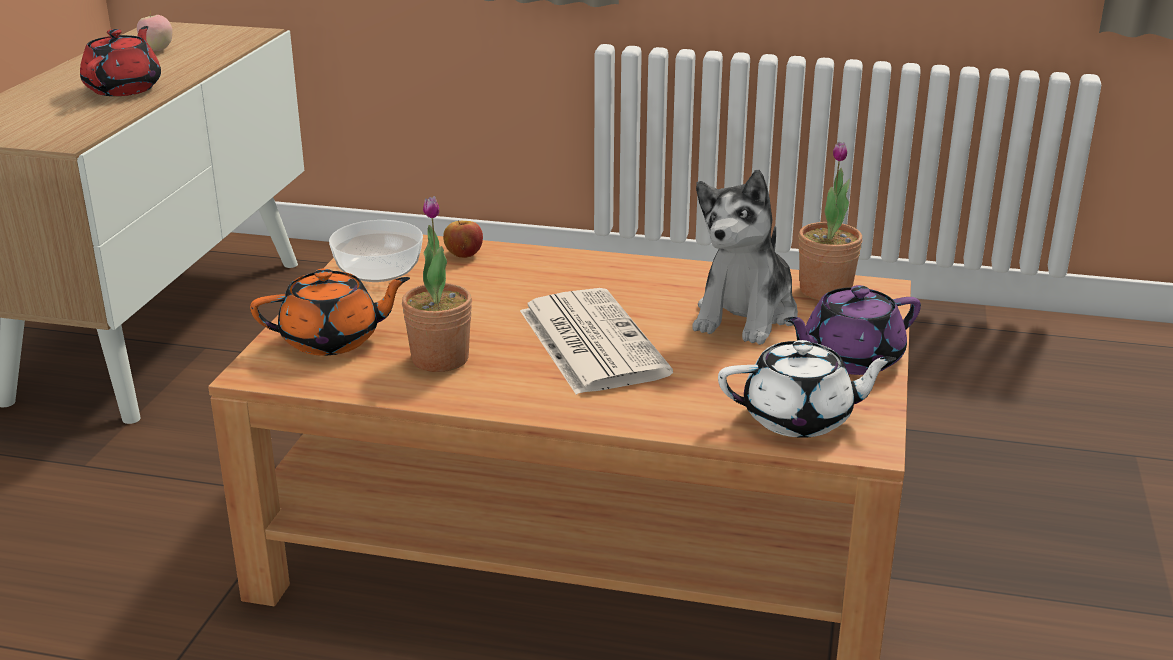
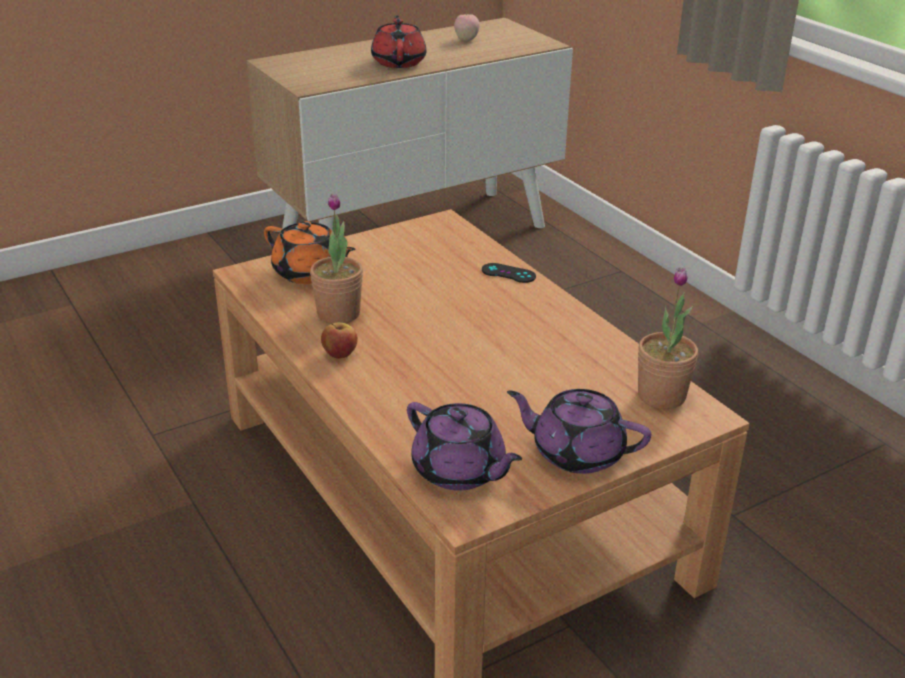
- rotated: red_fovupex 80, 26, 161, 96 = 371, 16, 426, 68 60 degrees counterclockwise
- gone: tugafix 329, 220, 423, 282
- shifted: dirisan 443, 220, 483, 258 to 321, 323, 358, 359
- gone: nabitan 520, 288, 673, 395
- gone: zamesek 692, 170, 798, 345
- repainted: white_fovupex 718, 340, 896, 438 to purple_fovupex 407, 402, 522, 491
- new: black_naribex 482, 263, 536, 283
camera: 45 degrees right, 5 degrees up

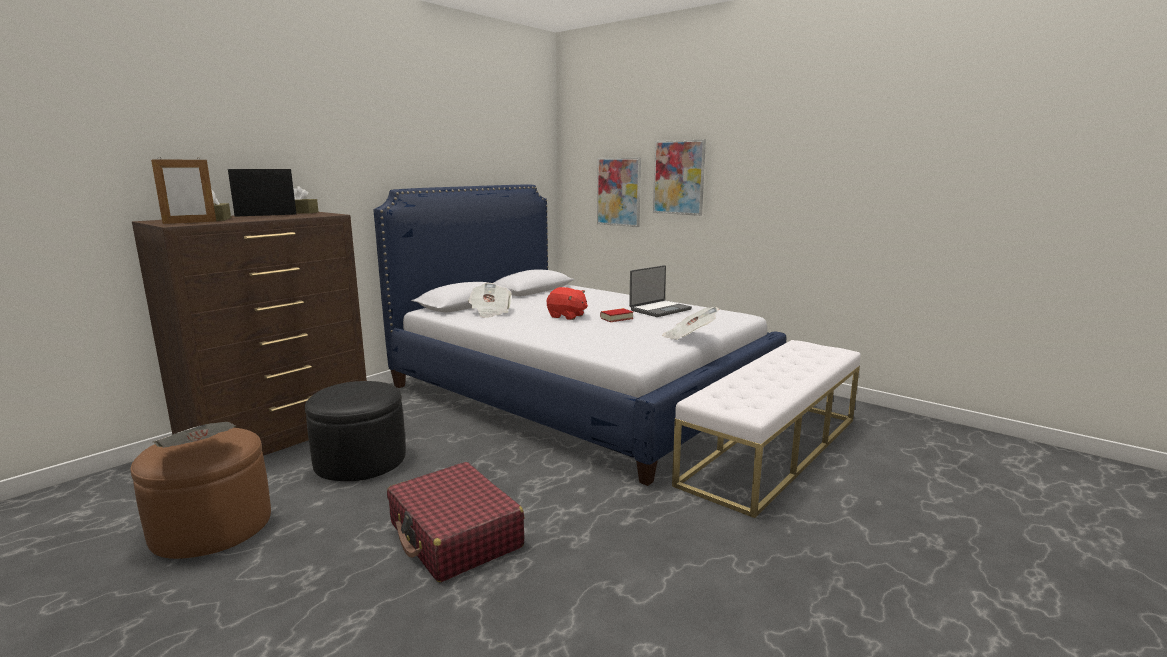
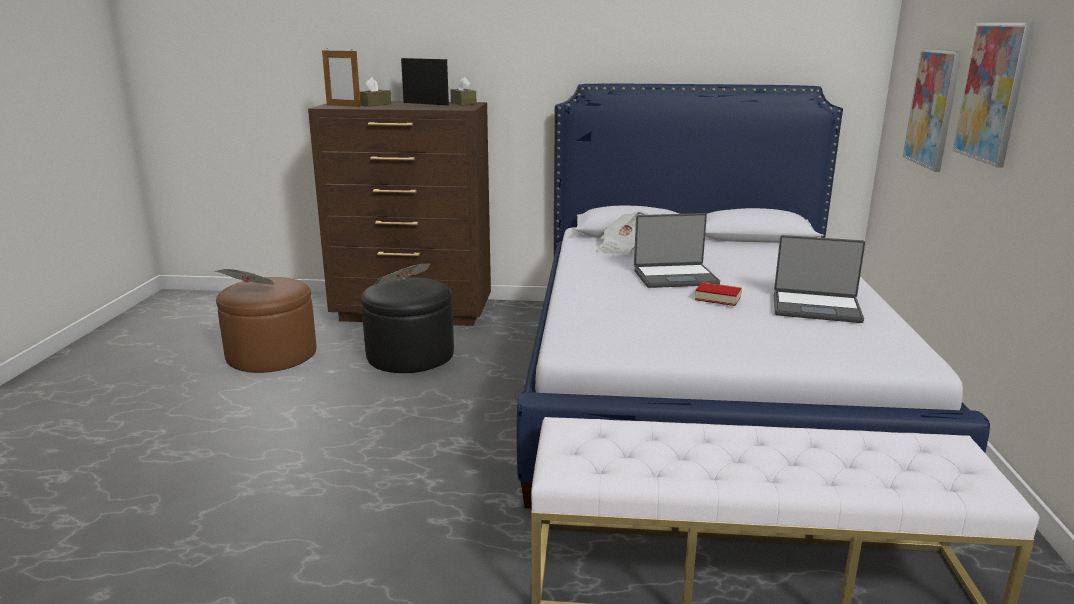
- gone: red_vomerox 387, 462, 524, 582
- swapped: red_zamesek 547, 287, 588, 320 to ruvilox 634, 213, 720, 288
- shifted: nabitan 662, 307, 719, 340 to 375, 263, 430, 285
camera: 55 degrees right, 5 degrees up

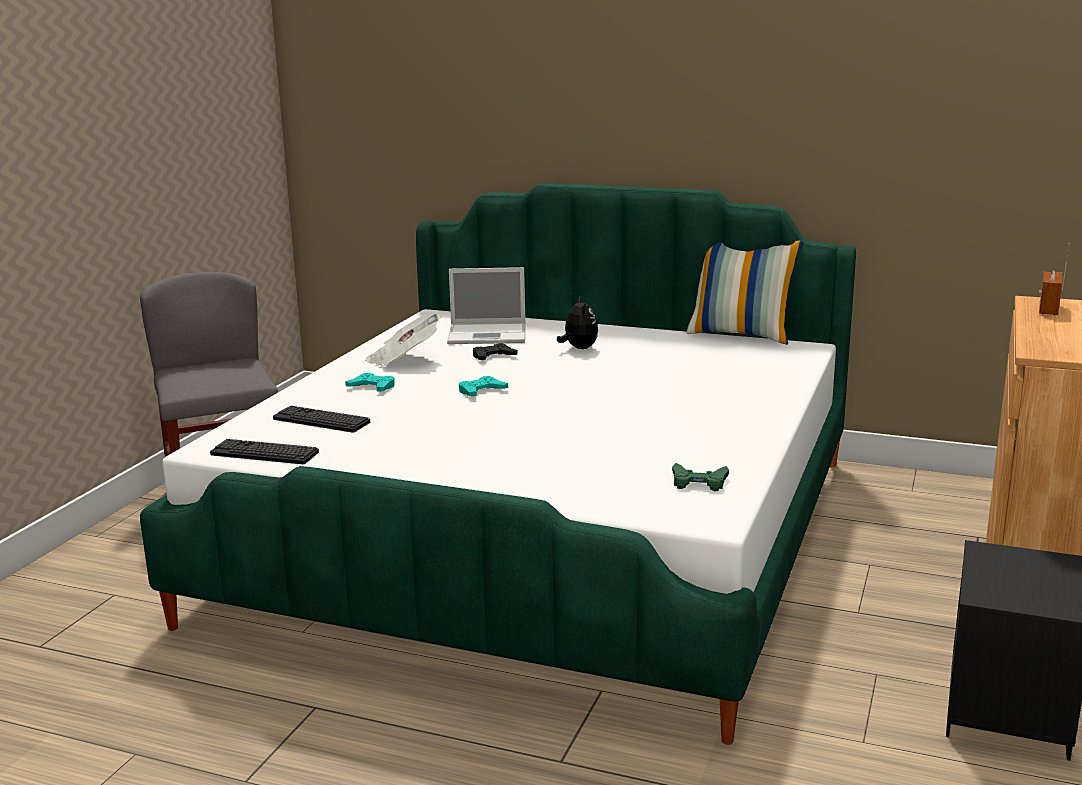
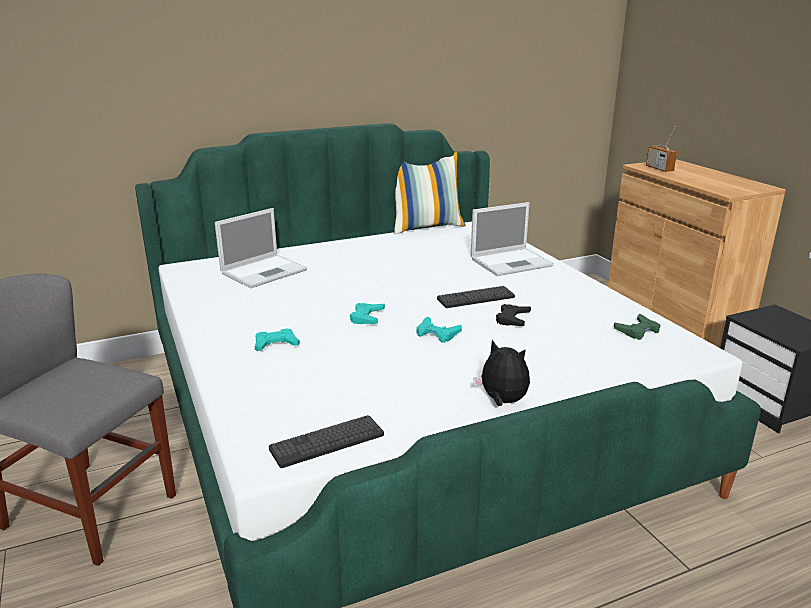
- shifted: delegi 273, 406, 370, 432 to 437, 286, 515, 308
- gone: nabitan 365, 313, 442, 366
- shifted: black_naribex 473, 343, 517, 360 to 496, 304, 531, 326
- shifted: zamesek 557, 296, 598, 349 to 473, 340, 530, 406
- new: turquoise_naribex 416, 317, 462, 343
- new: ruvilox 471, 202, 554, 276
camera: 45 degrees left, 5 degrees up

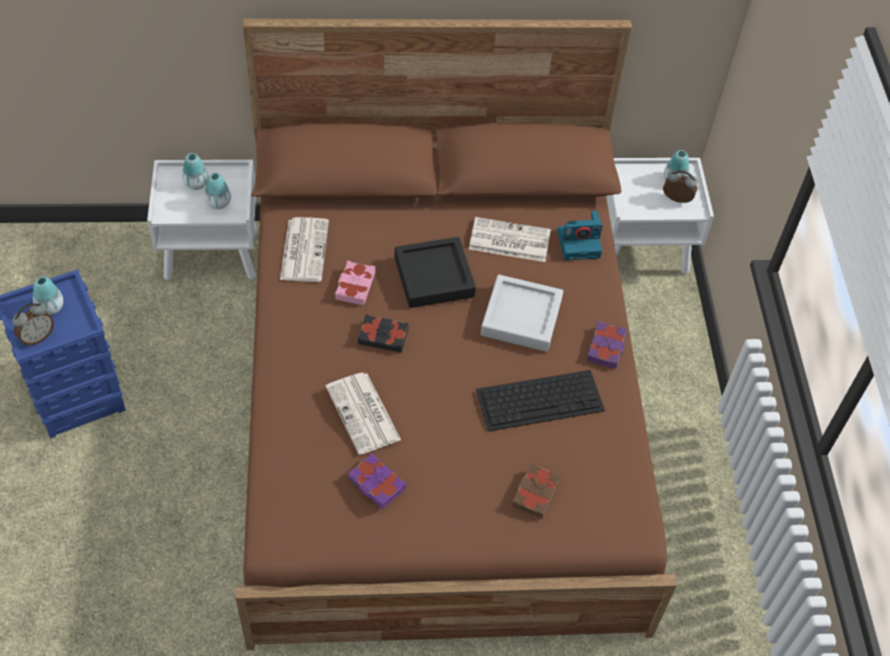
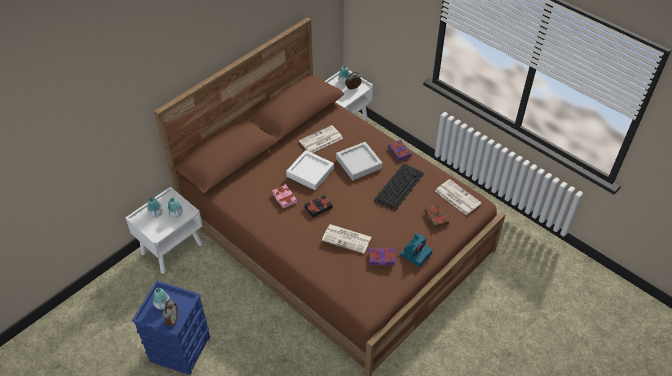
- shifted: nabitan 280, 217, 329, 282 to 435, 179, 481, 215
- repainted: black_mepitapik 395, 237, 476, 308 to white_mepitapik 286, 150, 334, 190
- shifted: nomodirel 557, 211, 602, 261 to 400, 233, 432, 267
camera: 40 degrees left, 5 degrees down

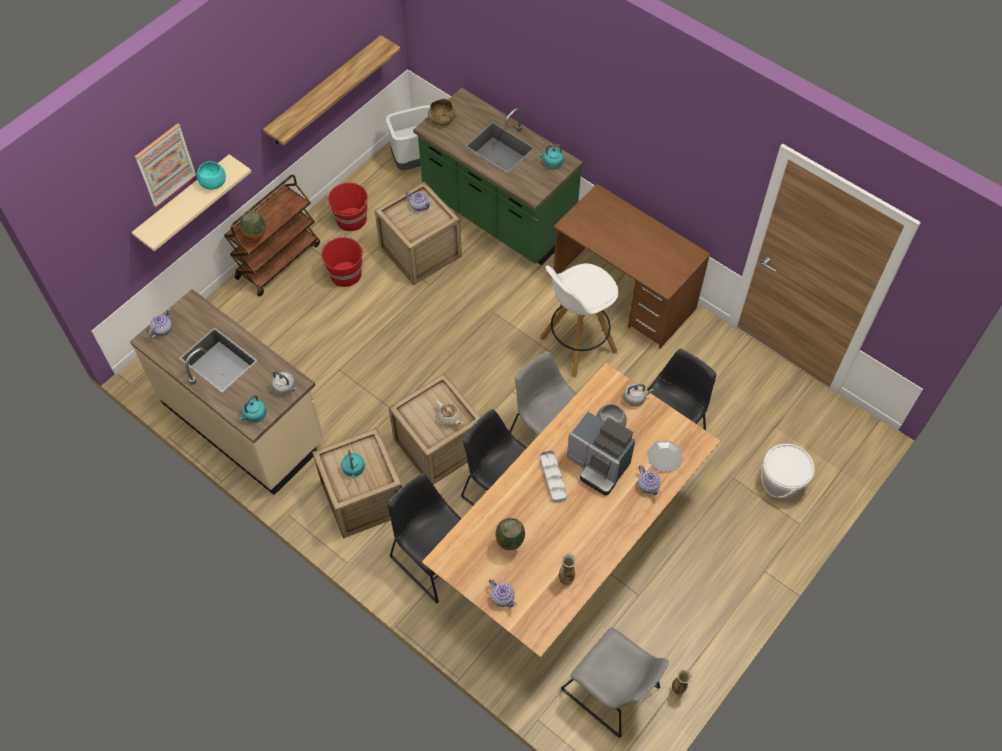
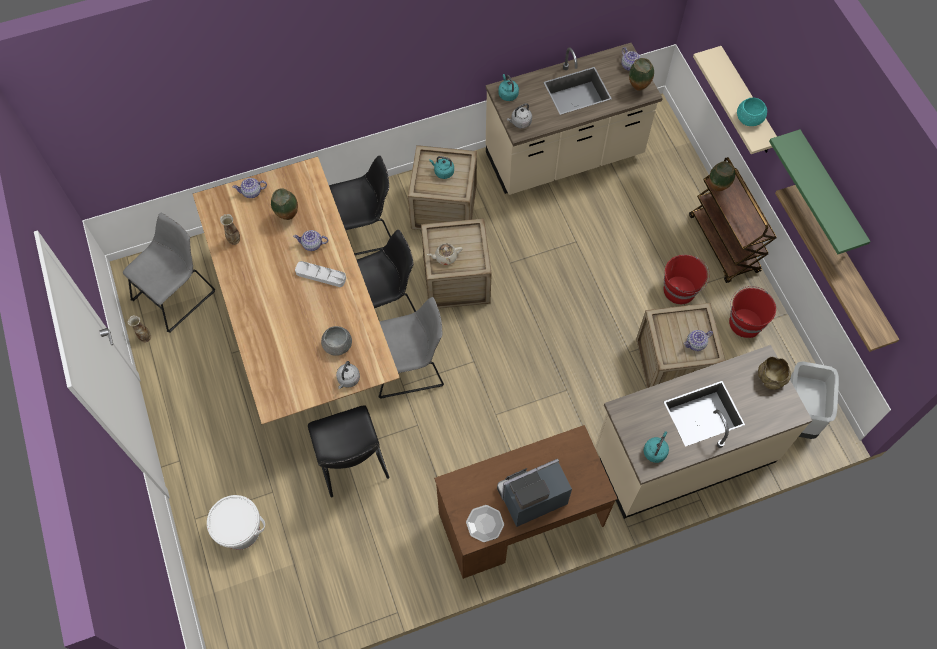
- gone: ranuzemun 134, 123, 197, 207
- repainted: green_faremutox 413, 88, 583, 265 to beige_faremutox 595, 345, 812, 519
- gone: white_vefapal 540, 263, 619, 378
- rotated: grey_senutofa 561, 628, 669, 738 = 123, 213, 215, 333 150 degrees clockwise
- shifted: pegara 567, 412, 635, 496 to 497, 459, 572, 527
- shifted: fovupex 638, 465, 661, 495 to 293, 230, 328, 251
- shifted: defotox 647, 441, 683, 472 to 466, 505, 504, 542
- new: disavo 629, 58, 654, 91
- new: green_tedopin 769, 129, 870, 254
camera: 120 degrees right, 5 degrees up

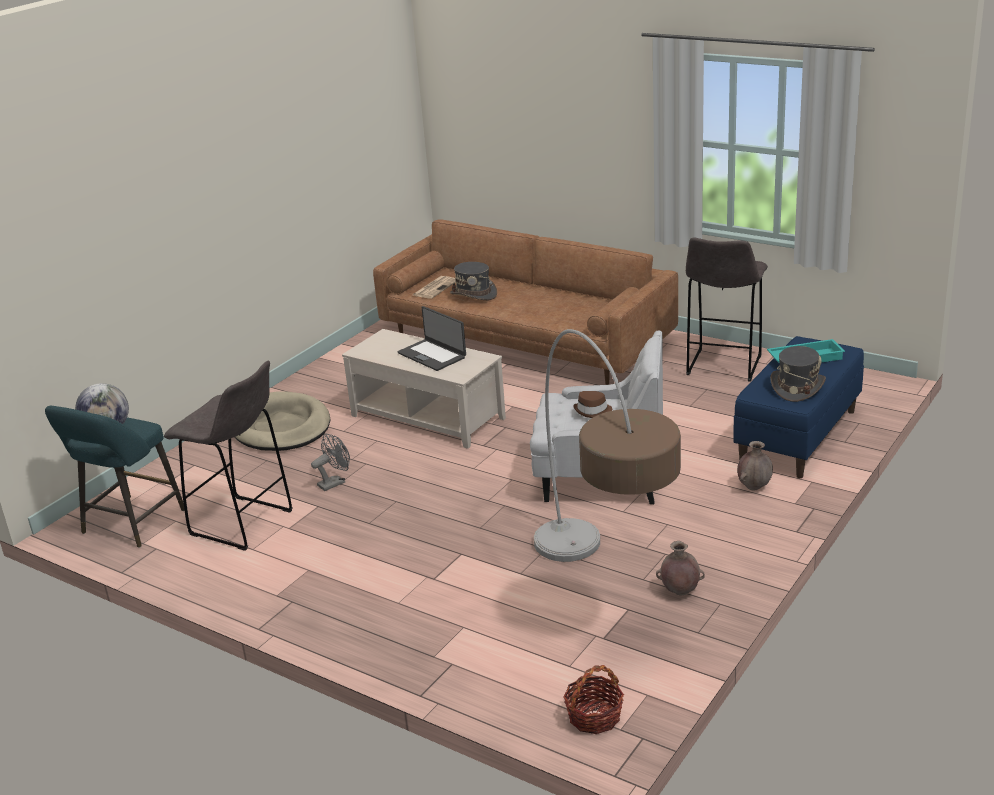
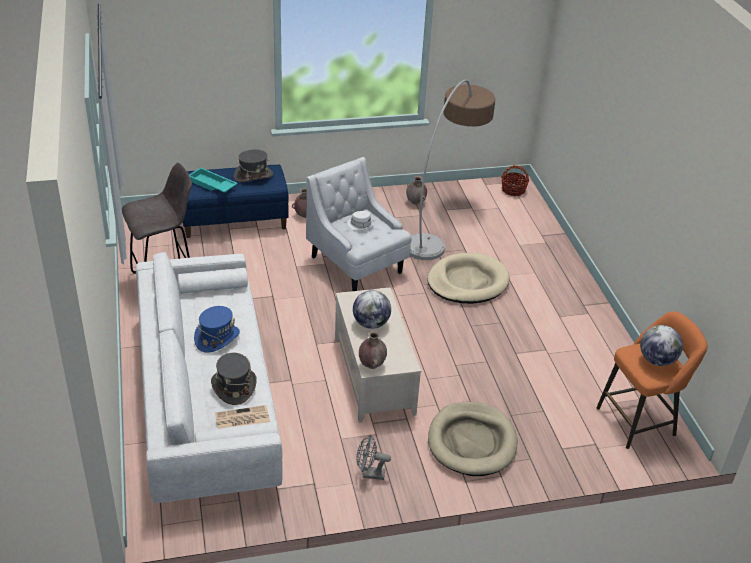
- repainted: turquoise_vefapal 45, 406, 185, 548 to orange_vefapal 596, 311, 707, 449
- gone: grey_vefapal 164, 361, 293, 551
- shifted: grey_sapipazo 311, 433, 350, 491 to 356, 435, 391, 480
- repainted: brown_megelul 373, 219, 678, 385 to white_megelul 136, 252, 283, 503
- swapped: ruvilox 397, 306, 466, 371 to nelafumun 353, 290, 391, 329
- repainted: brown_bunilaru 573, 391, 612, 418 to white_bunilaru 347, 211, 374, 230
- new: blue_bunilaru 194, 306, 240, 353
- new: brown_disavo 359, 331, 387, 369
- new: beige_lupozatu 427, 253, 510, 304
camera: 140 degrees left, 10 degrees up

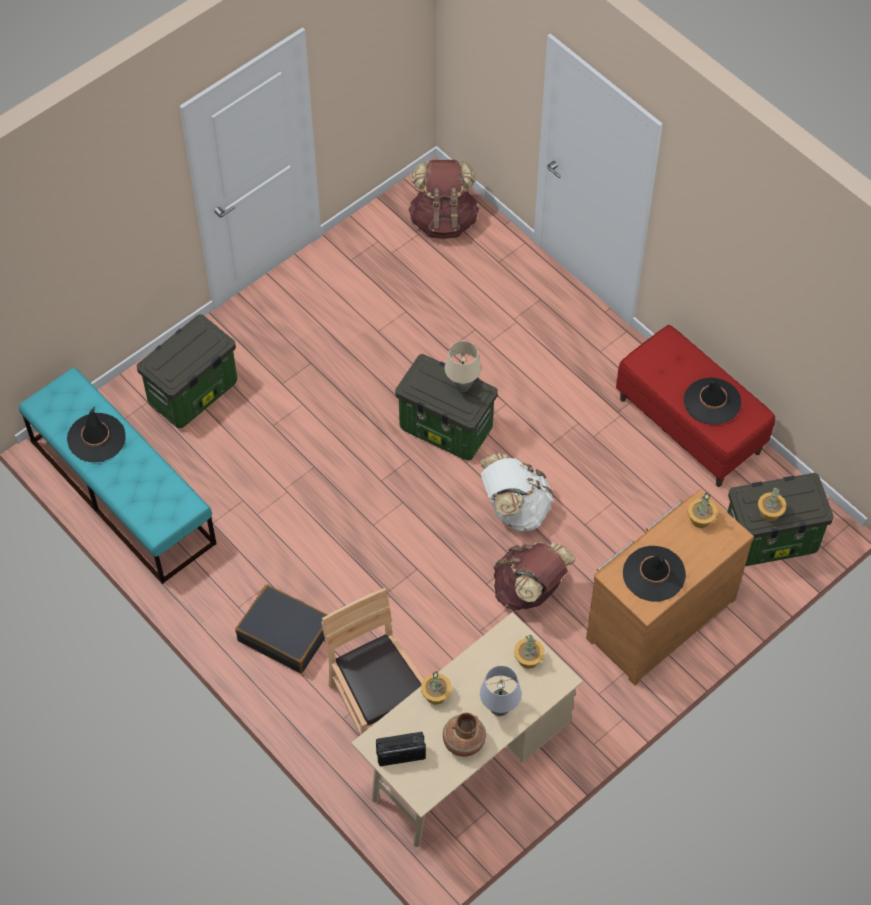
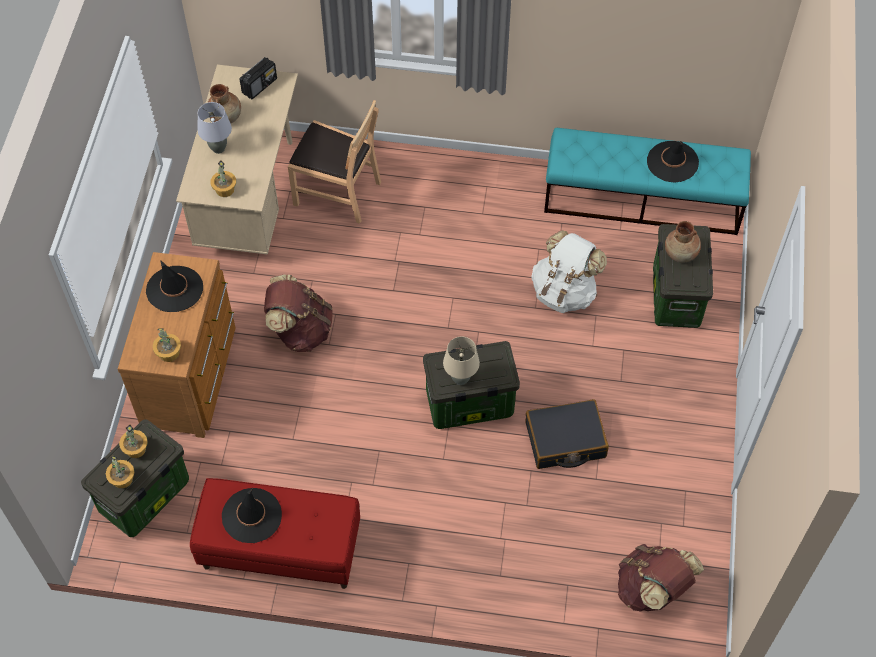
- shifted: black_vomerox 235, 585, 328, 673 to 526, 399, 609, 469
- shifted: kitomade 421, 671, 451, 704 to 106, 456, 134, 489
- shifted: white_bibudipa 480, 453, 554, 531 to 531, 230, 607, 313
- new: brown_disavo 665, 221, 701, 263
camera: 140 degrees right, 0 degrees up

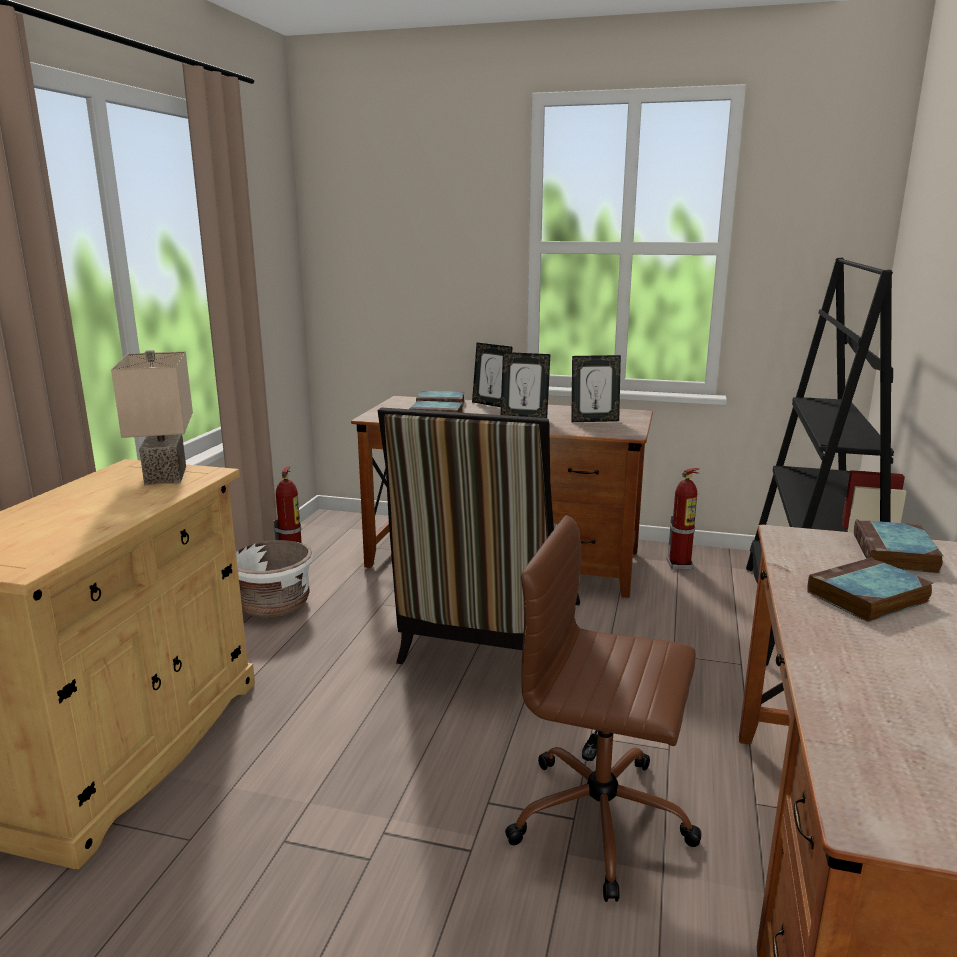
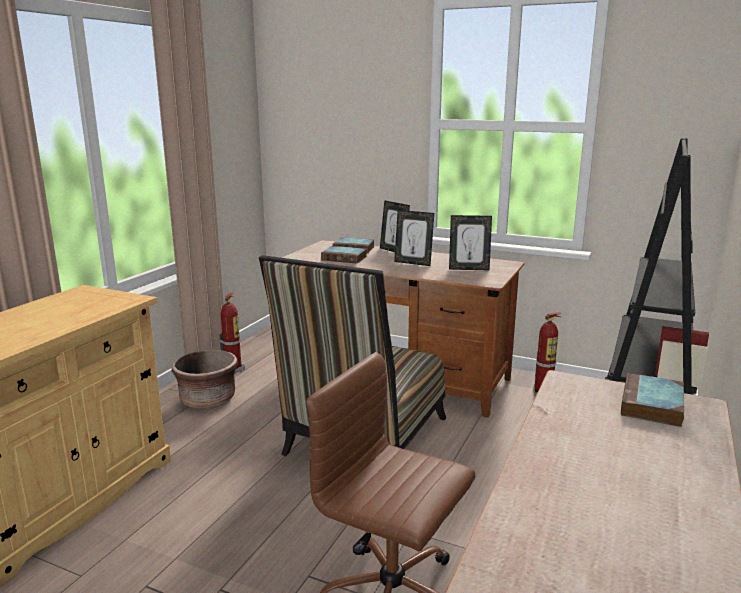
- gone: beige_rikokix 111, 350, 193, 485
- repainted: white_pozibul 236, 540, 313, 618 to brown_pozibul 172, 350, 238, 410
- gone: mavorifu 807, 557, 933, 622
camera: 10 degrees right, 0 degrees up

